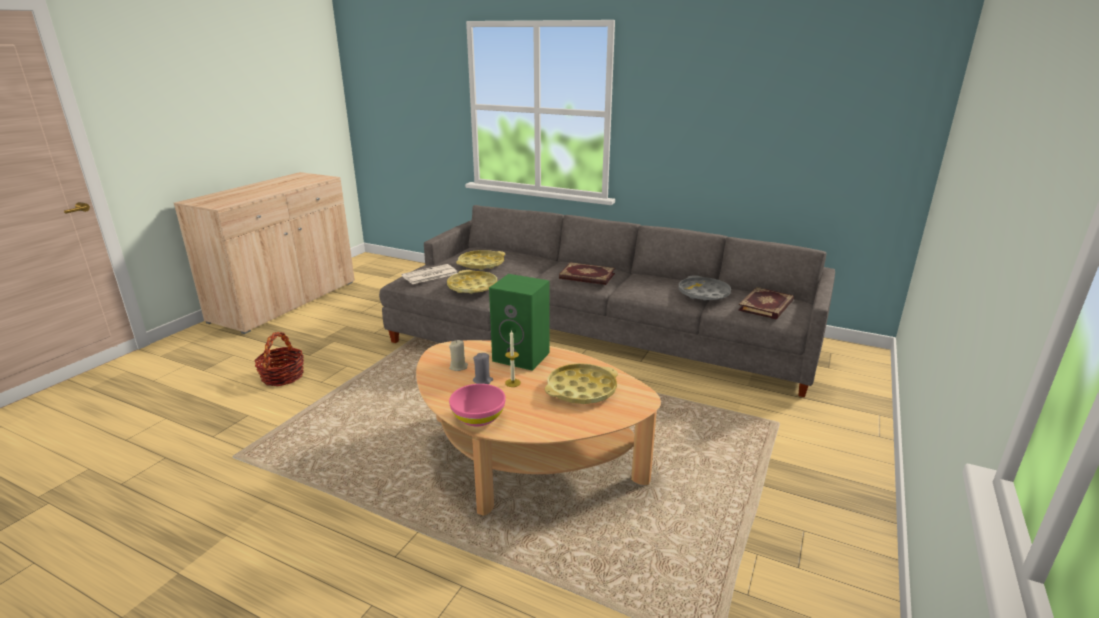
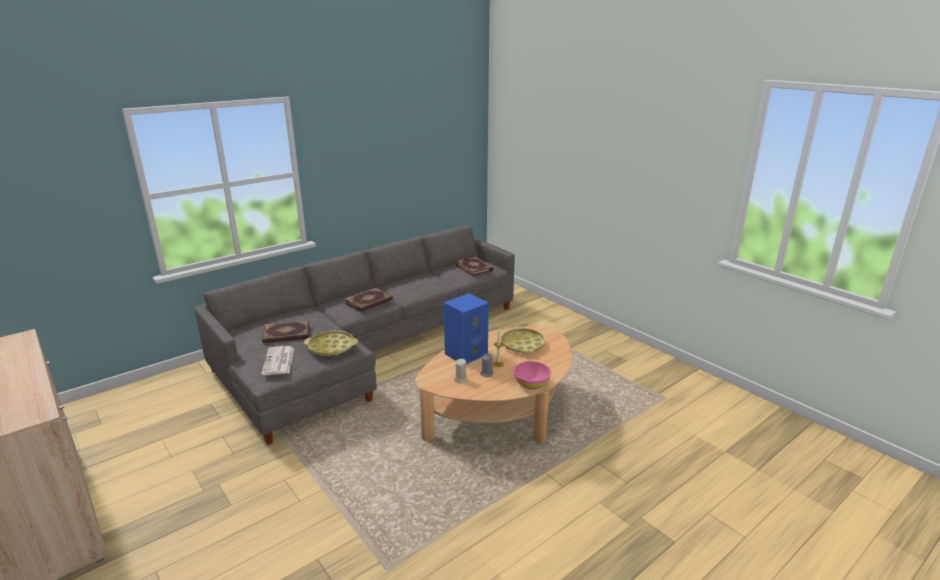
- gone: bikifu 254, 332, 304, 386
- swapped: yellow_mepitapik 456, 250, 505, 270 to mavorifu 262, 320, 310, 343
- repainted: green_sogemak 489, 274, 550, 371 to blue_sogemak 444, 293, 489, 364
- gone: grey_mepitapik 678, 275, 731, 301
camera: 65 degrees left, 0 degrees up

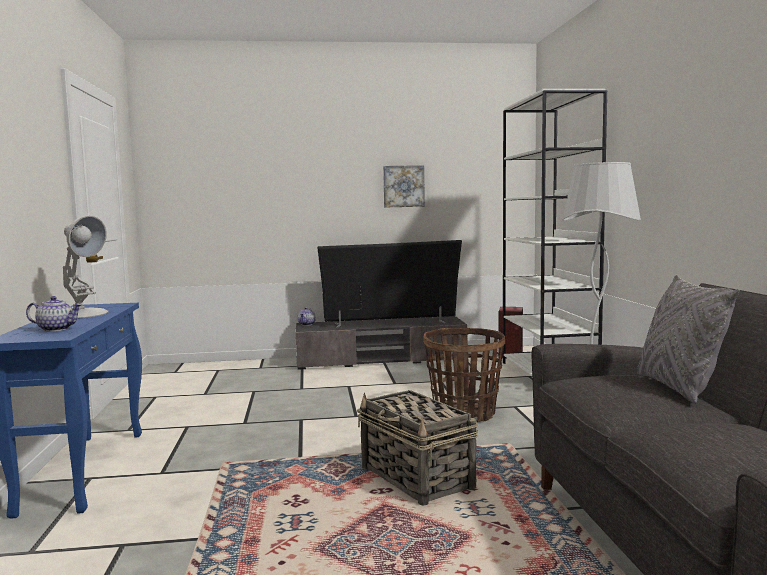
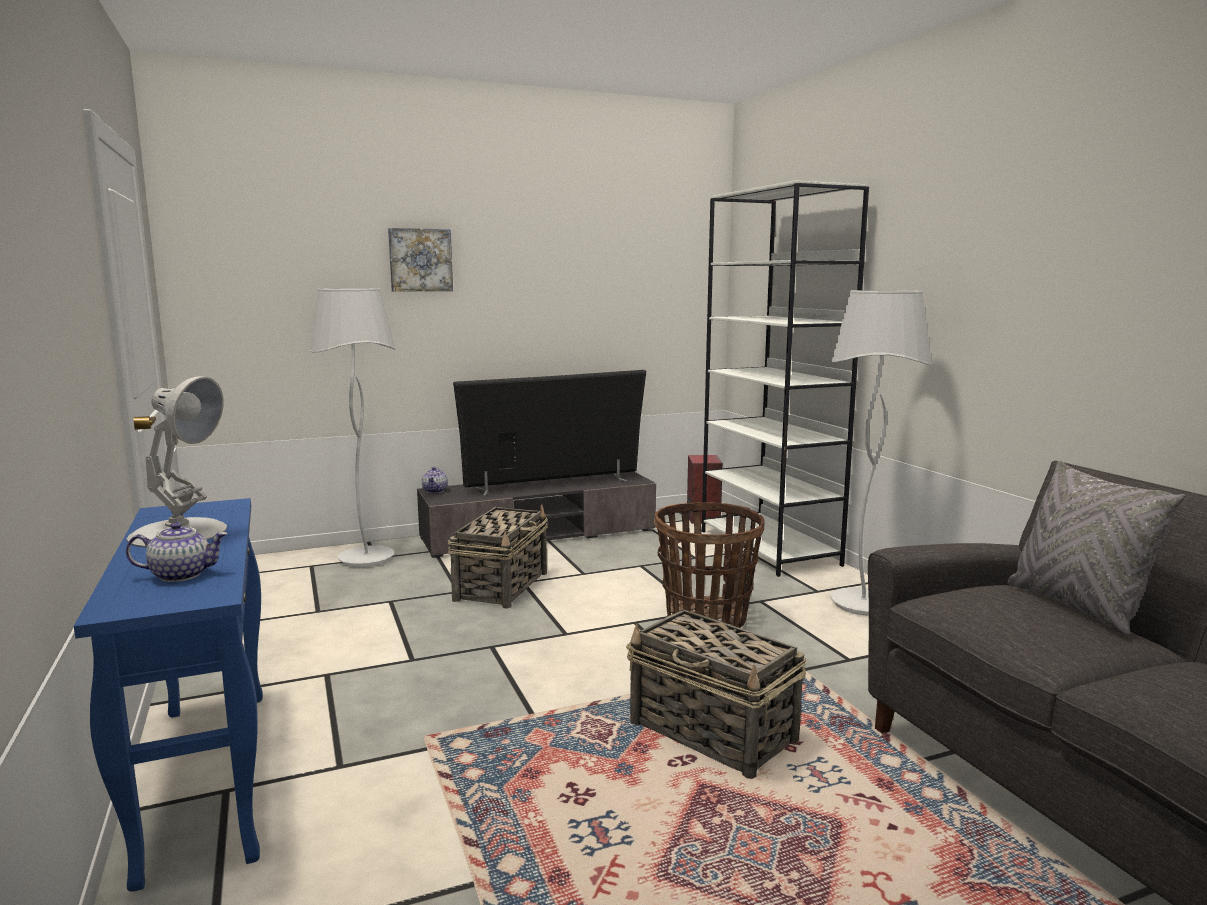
- shifted: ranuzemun 383, 165, 425, 208 to 388, 228, 453, 292
- new: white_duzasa 310, 288, 395, 567
- new: bikifu 448, 504, 548, 609
camera: 15 degrees left, 5 degrees up

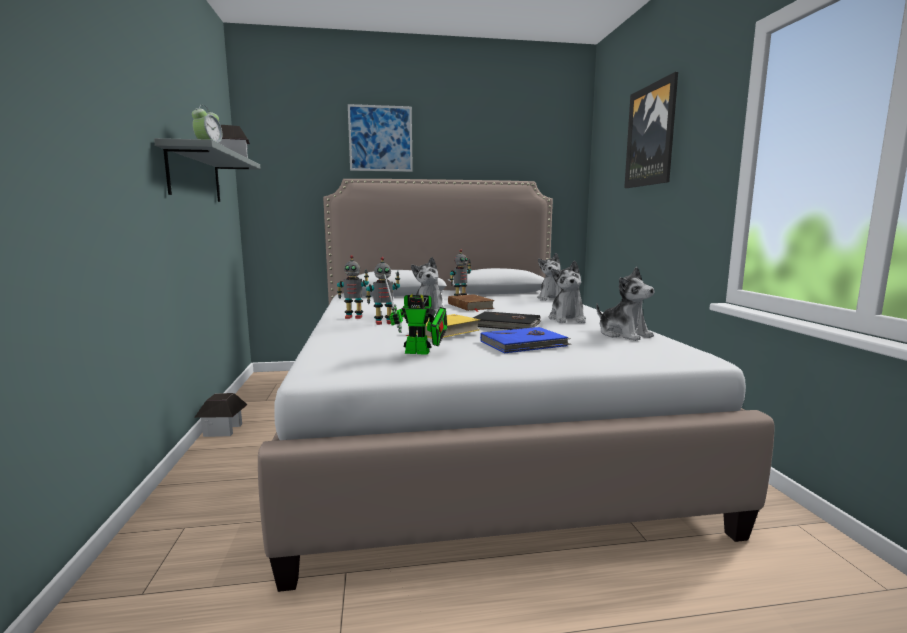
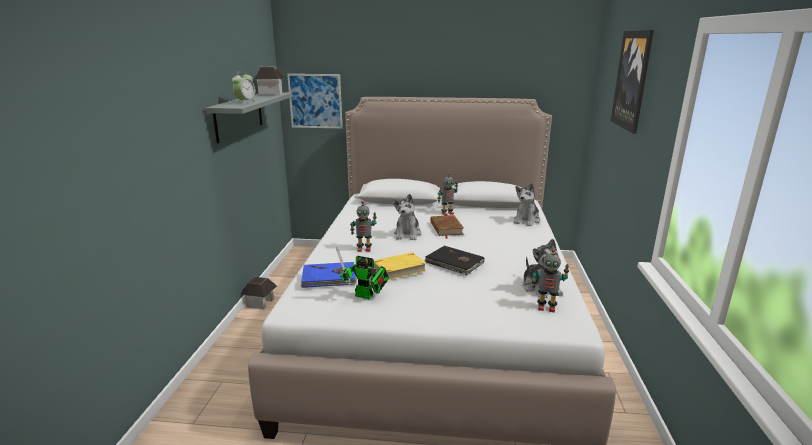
- shifted: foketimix 337, 255, 369, 319 to 532, 249, 569, 313
- shifted: ranuzemun 348, 104, 413, 172 to 287, 74, 343, 128
- shifted: blue_mavorifu 480, 327, 571, 353 to 301, 262, 357, 288
- gone: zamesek 549, 261, 586, 323
camera: 15 degrees right, 10 degrees up

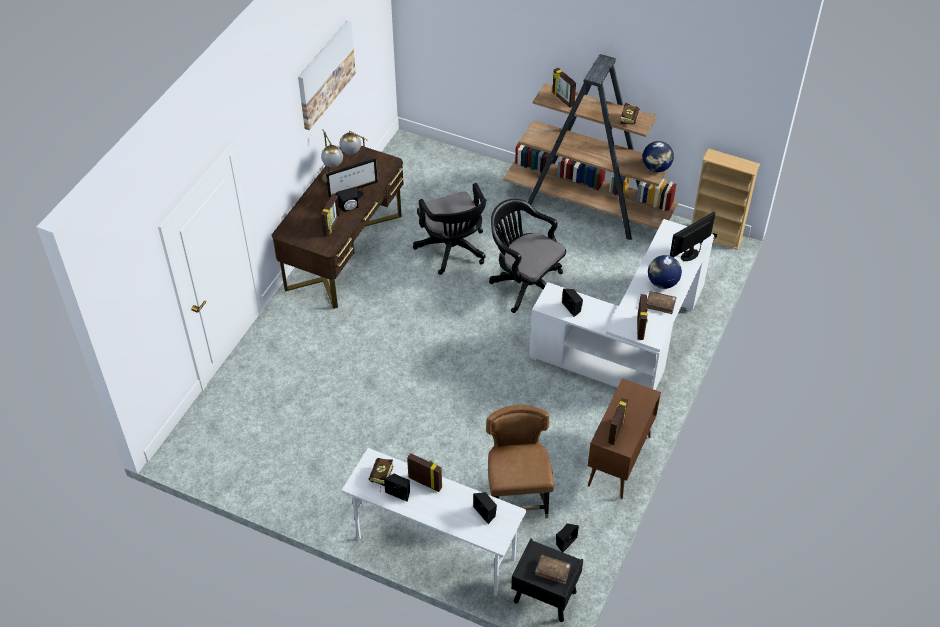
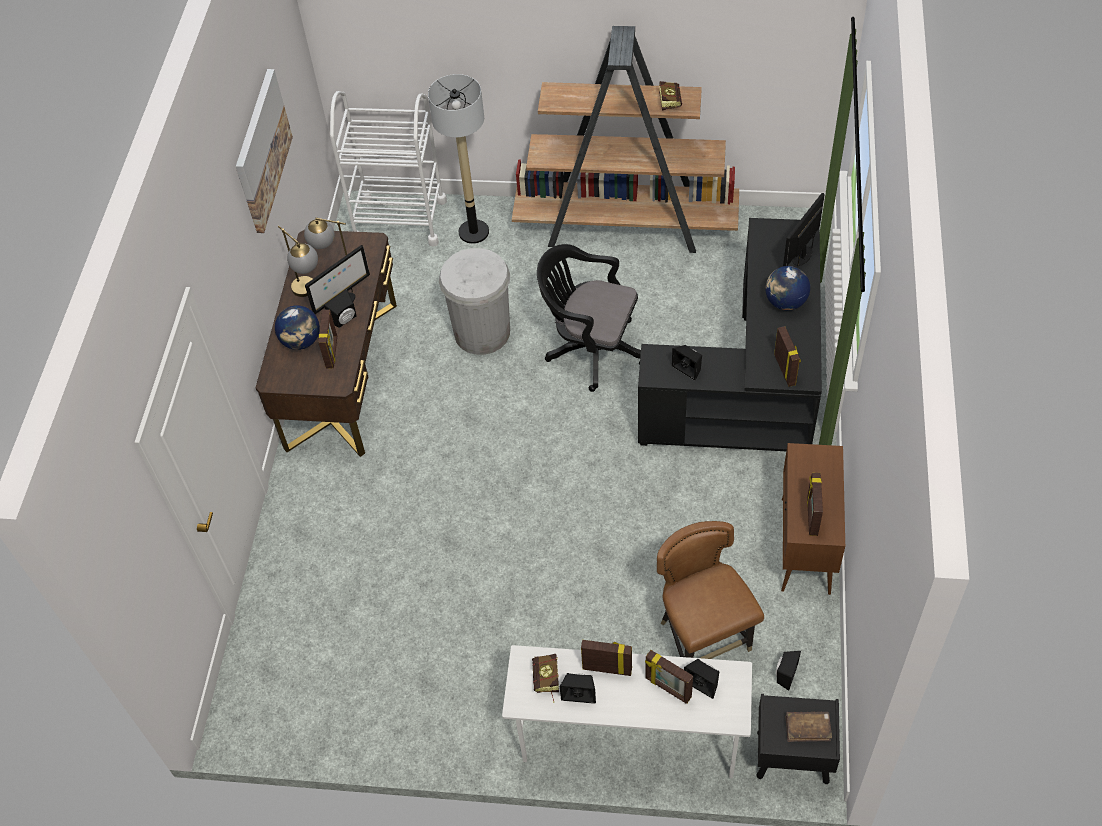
- swapped: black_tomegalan 413, 183, 486, 275 to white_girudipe 439, 248, 510, 355
- repainted: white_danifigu 529, 219, 714, 390 to black_danifigu 638, 218, 822, 451
- shifted: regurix 552, 68, 576, 108 to 645, 650, 693, 704
- shifted: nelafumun 643, 141, 674, 172 to 275, 305, 320, 350
- gone: brown_mavorifu 647, 291, 676, 314
- gone: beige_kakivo 692, 148, 760, 250
- new: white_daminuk 330, 91, 447, 246
- new: duzasa 428, 74, 489, 244
camera: 15 degrees left, 5 degrees up

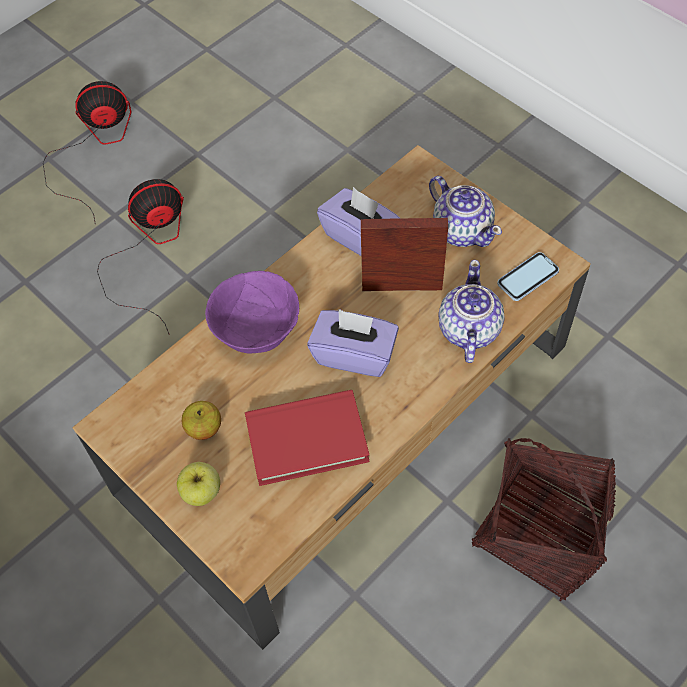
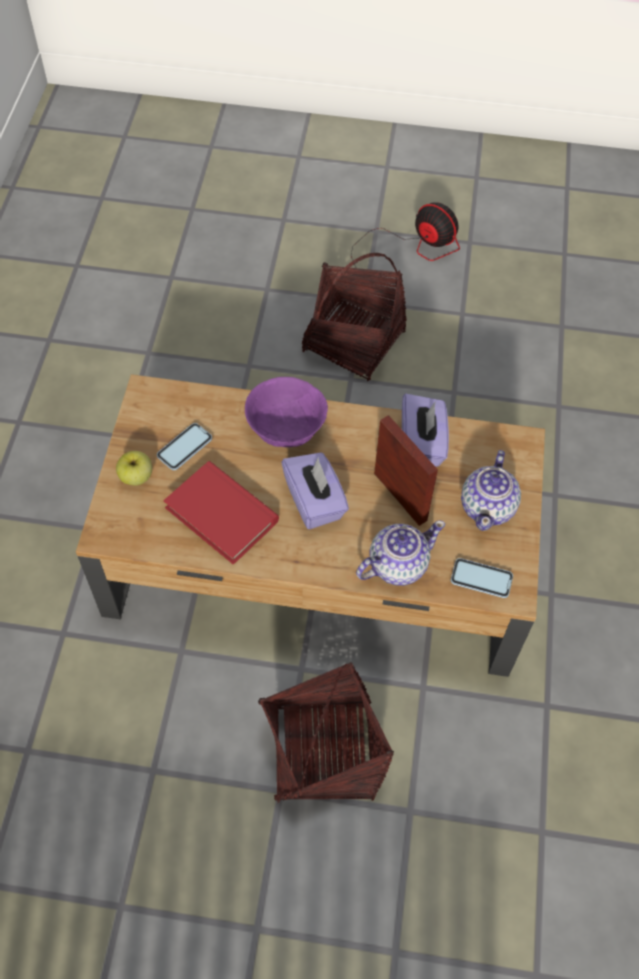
- swapped: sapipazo 97, 179, 184, 335 to bikifu 302, 253, 407, 381
- swapped: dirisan 182, 401, 221, 440 to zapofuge 157, 423, 212, 470
camera: 50 degrees right, 0 degrees up

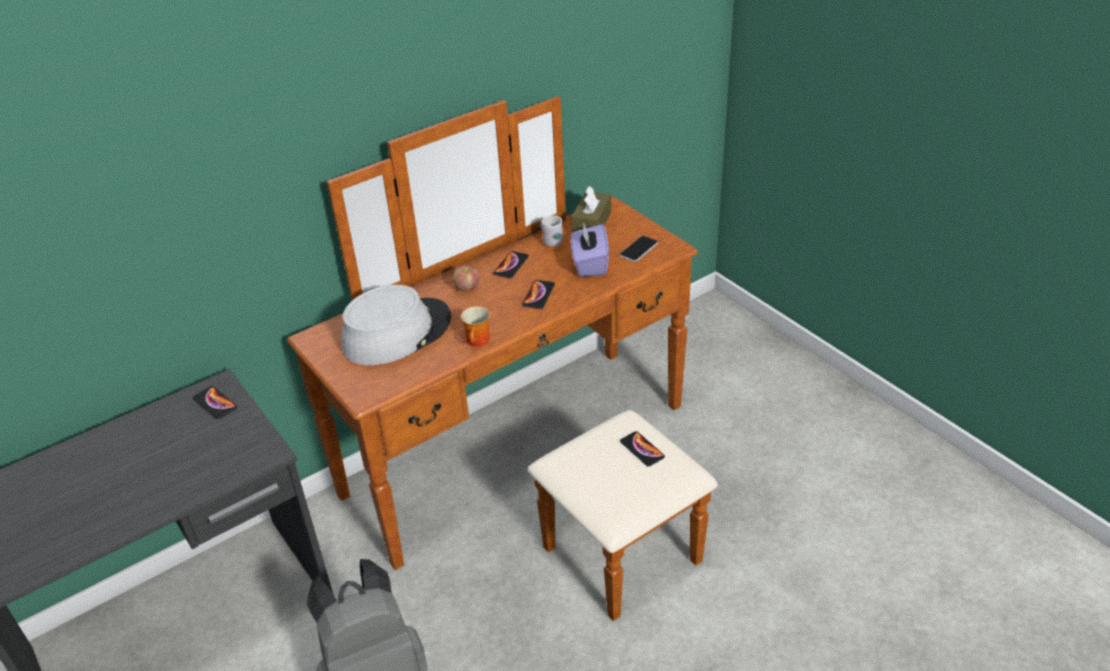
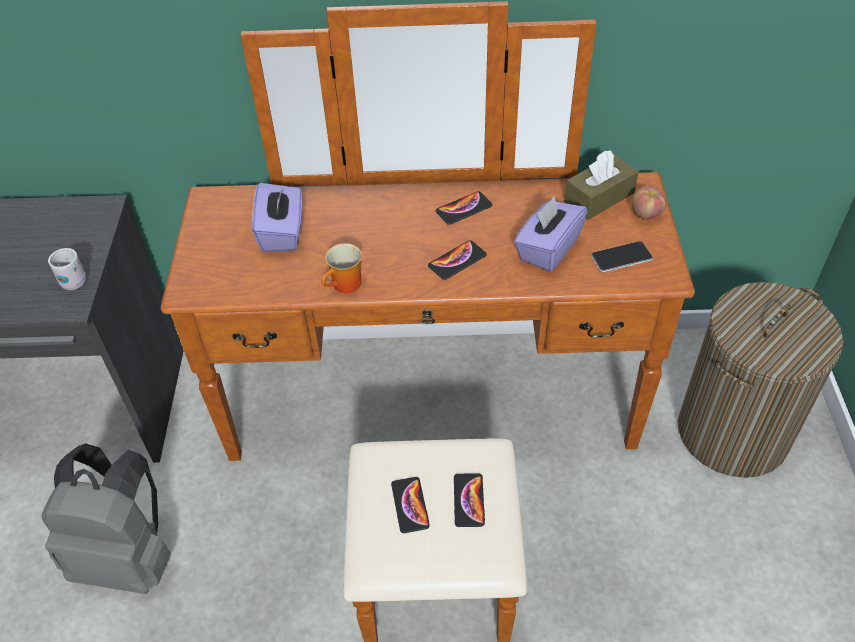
- shifted: zapofuge 193, 386, 237, 419 to 391, 477, 430, 533
- swapped: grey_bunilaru 342, 285, 451, 365 to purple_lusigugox 252, 183, 302, 252
- shifted: dirisan 453, 265, 479, 292 to 632, 186, 667, 219
- shifted: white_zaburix 540, 215, 563, 247 to 48, 248, 86, 290
- new: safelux 678, 282, 844, 478
camera: 35 degrees right, 10 degrees up

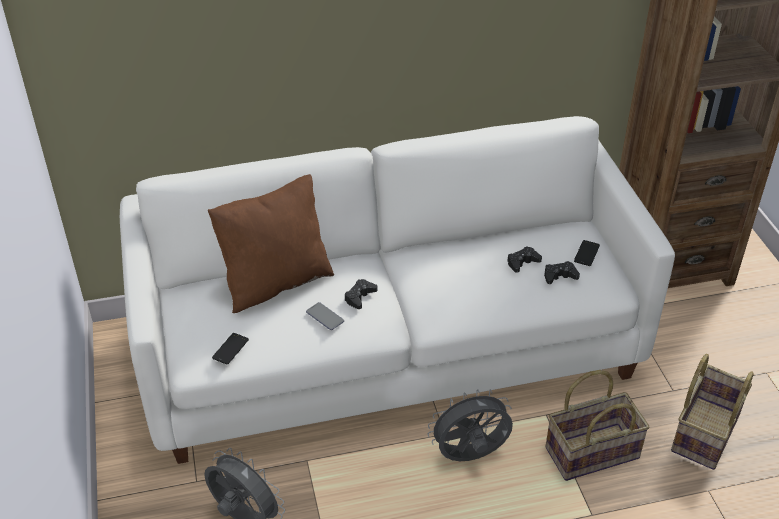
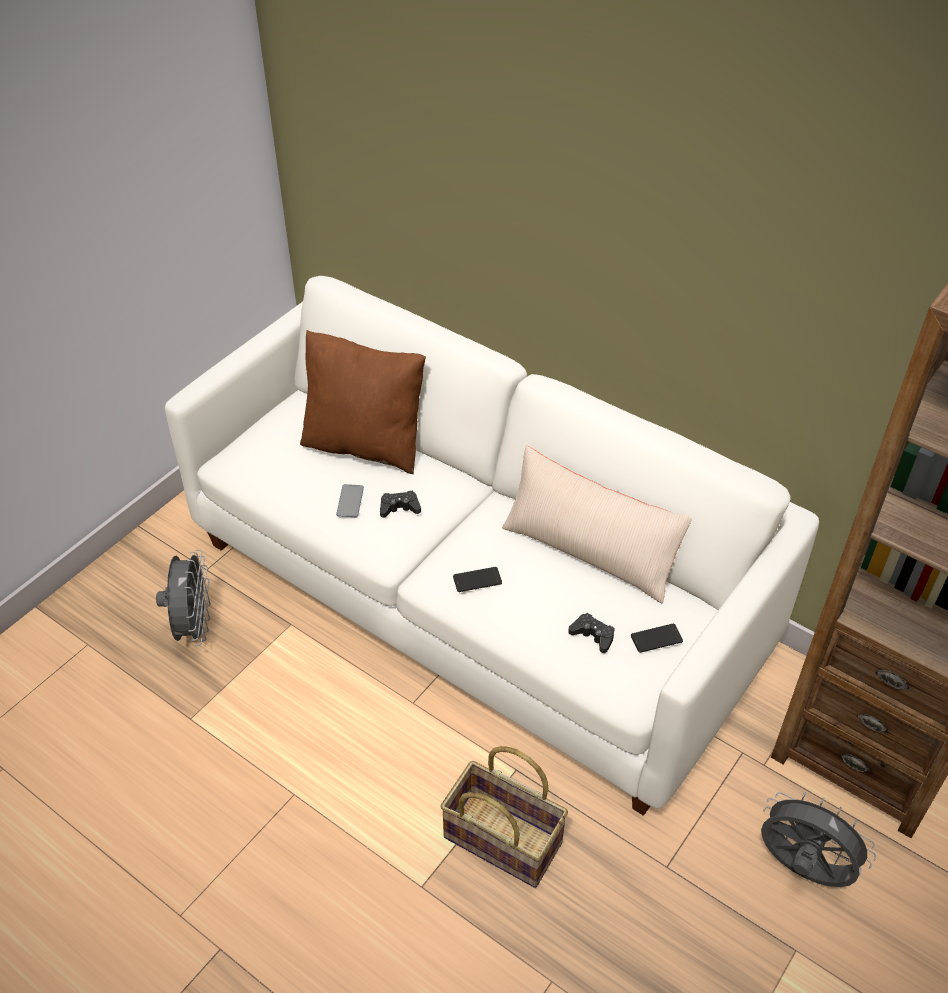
- shifted: zapofuge 212, 333, 249, 364 to 453, 567, 502, 592
- shifted: grey_sapipazo 428, 389, 513, 461 to 761, 792, 876, 887
- gone: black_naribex 507, 247, 542, 272
- gone: bikifu 671, 354, 753, 470
- new: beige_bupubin 502, 445, 692, 603
camera: 50 degrees right, 5 degrees up

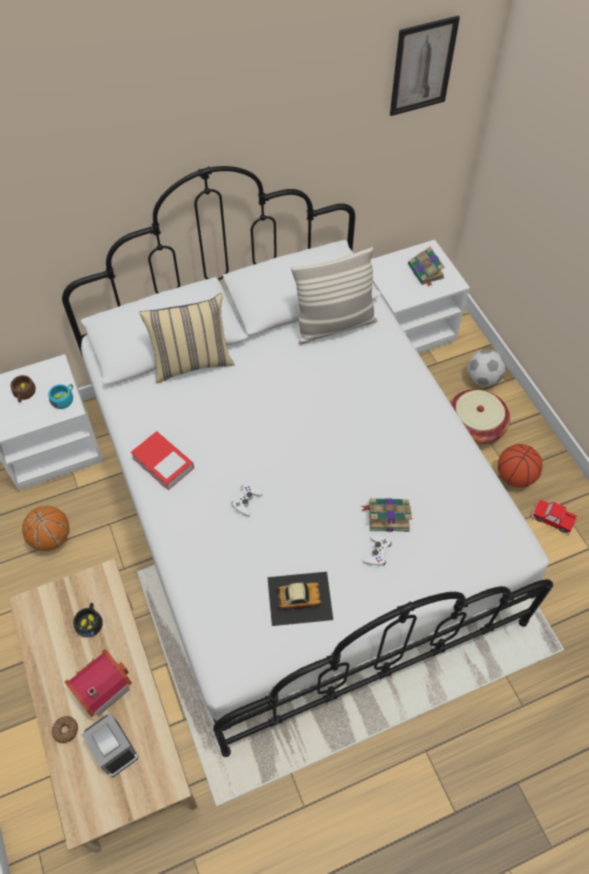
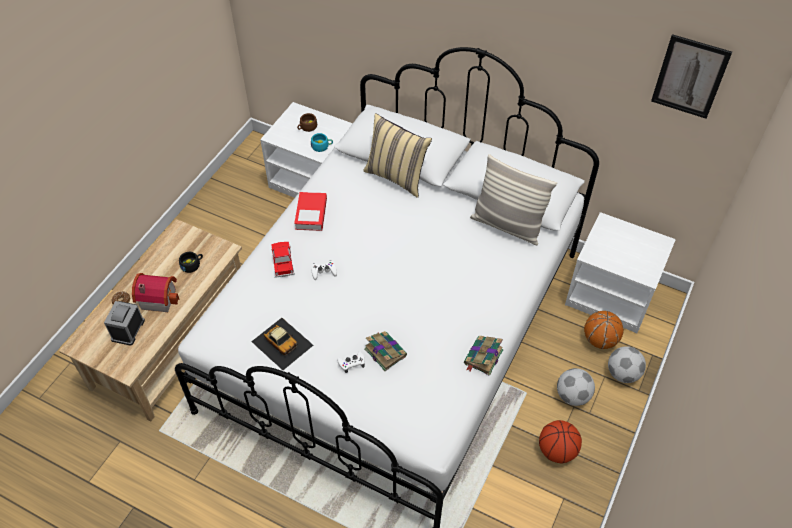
- shifted: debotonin 22, 506, 69, 551 to 584, 311, 624, 349
- shifted: mavorifu 408, 247, 445, 287 to 464, 336, 503, 376
- swapped: bikifu 450, 389, 510, 444 to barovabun 557, 368, 595, 406
- shifted: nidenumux 532, 499, 577, 535 to 271, 242, 295, 278
camera: 50 degrees right, 5 degrees down

